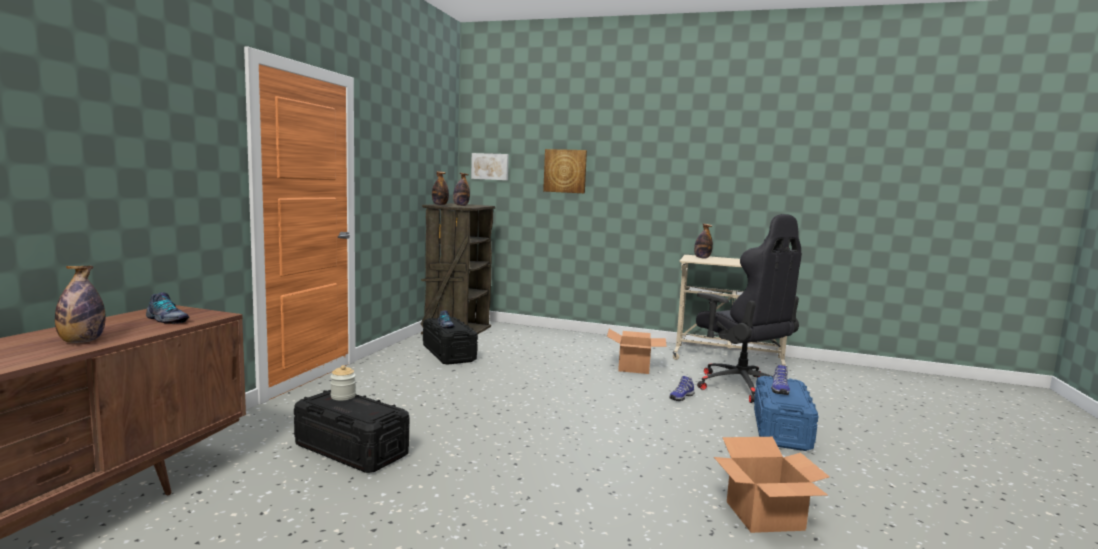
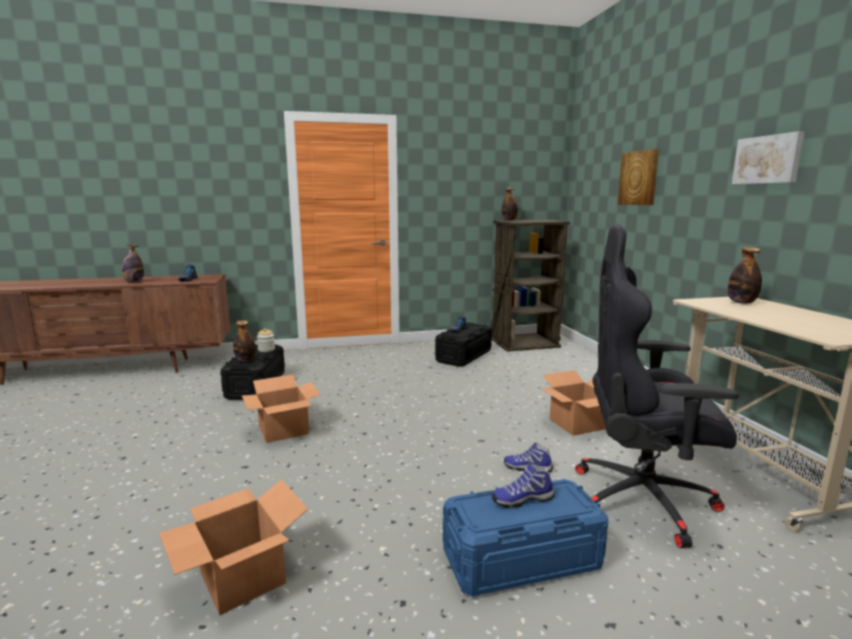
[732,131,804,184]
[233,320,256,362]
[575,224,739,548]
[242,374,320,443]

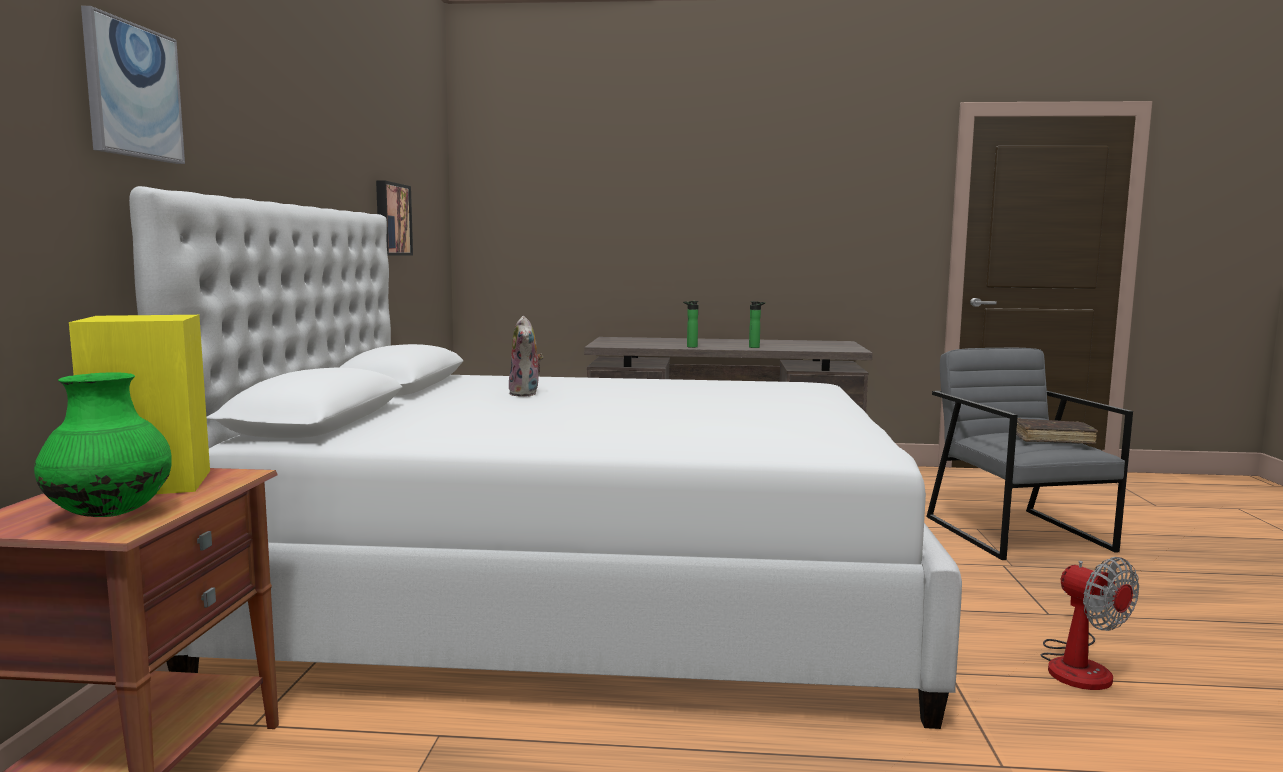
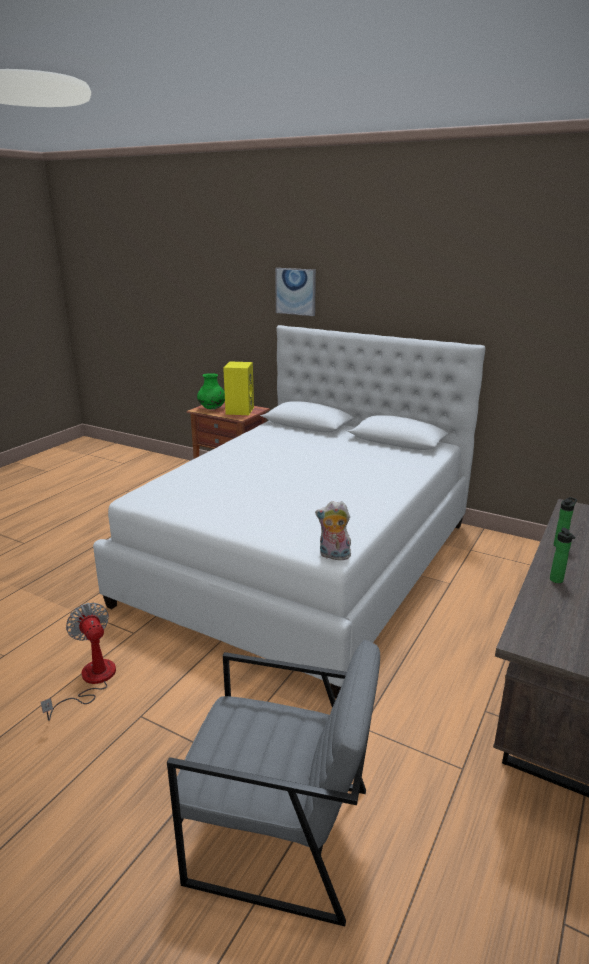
[376,181,413,256] (first image)
[315,501,353,560]
[1016,418,1098,444] (first image)
[41,602,116,721]

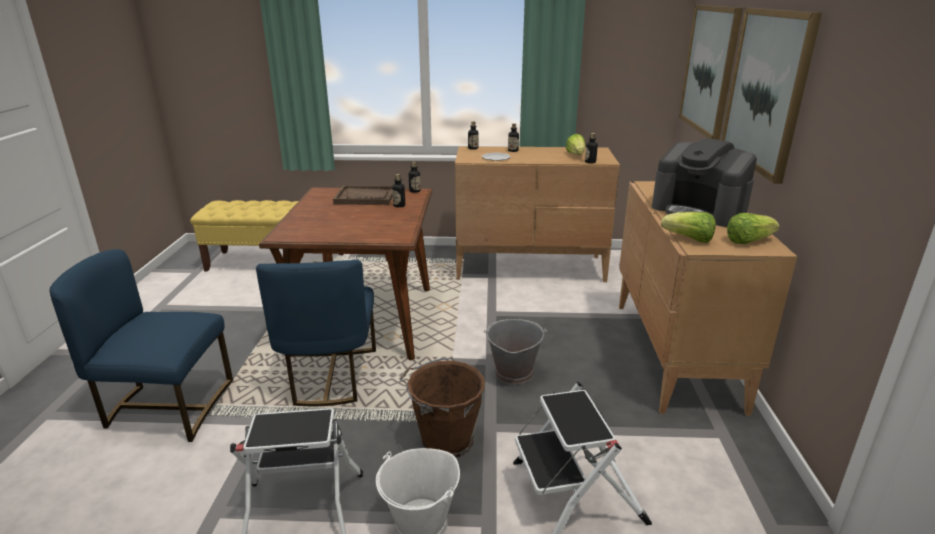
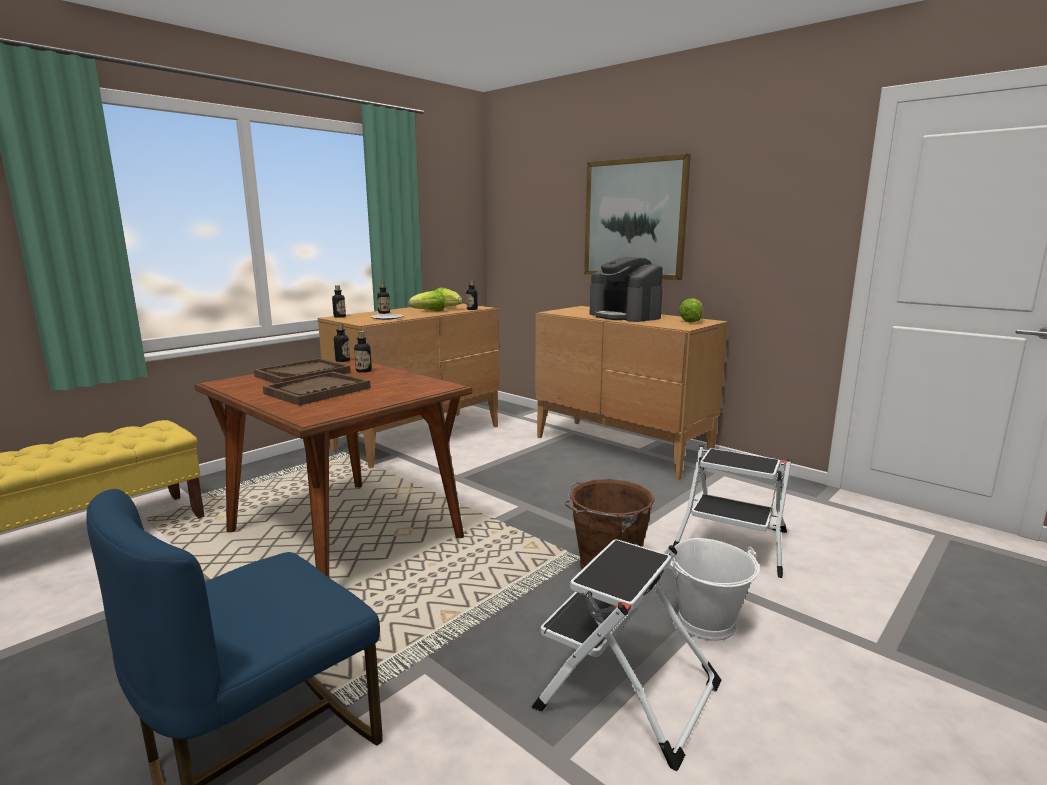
[679,5,743,140] (first image)
[590,257,663,322]
[408,290,445,312]
[256,260,376,406] (first image)
[484,319,547,385] (first image)
[263,372,371,406]

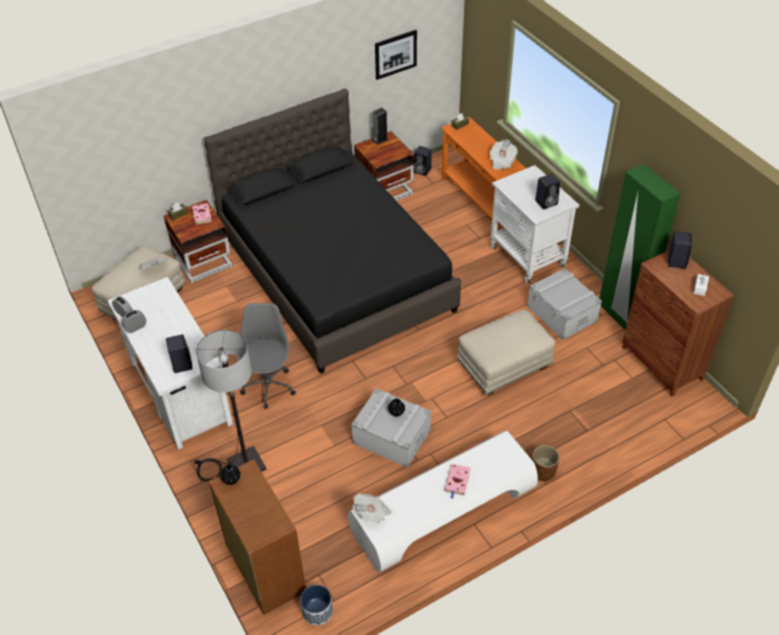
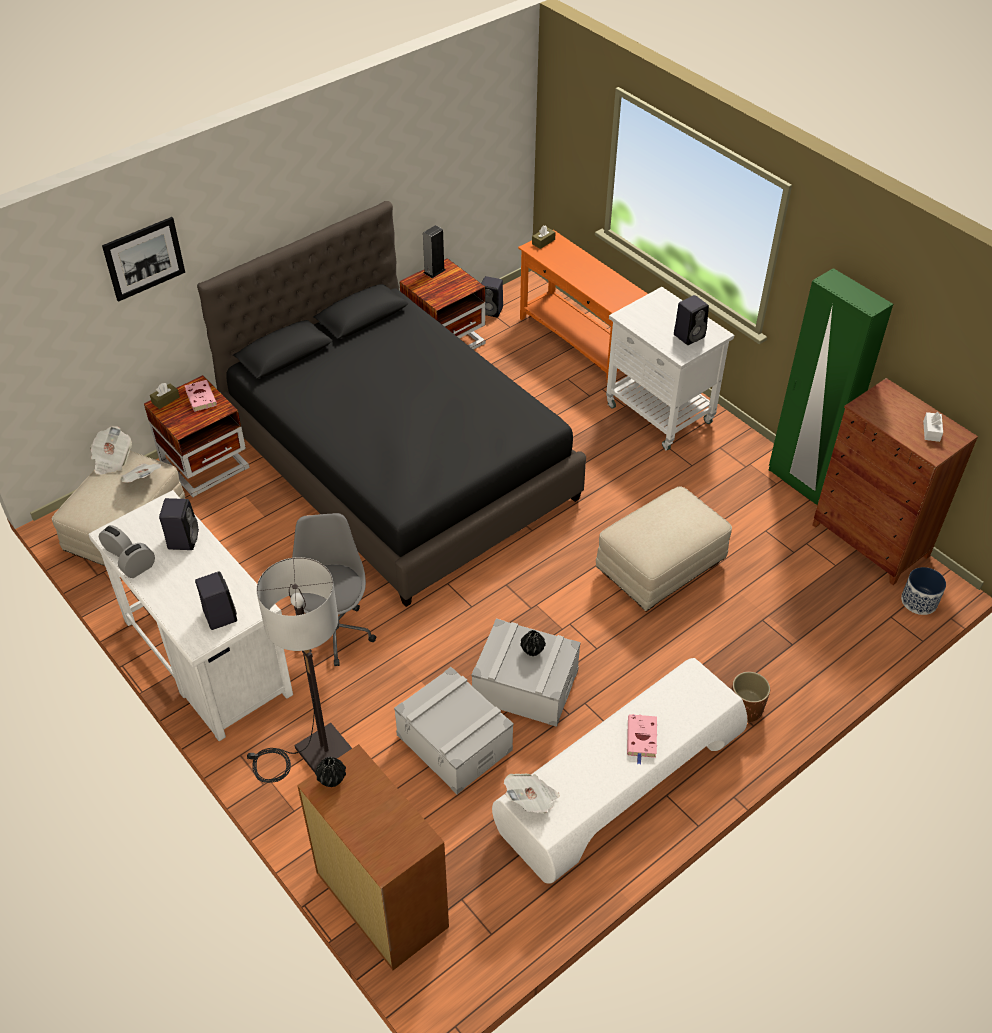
[102,217,185,302]
[90,426,132,474]
[159,498,199,550]
[394,667,514,794]
[901,567,946,615]

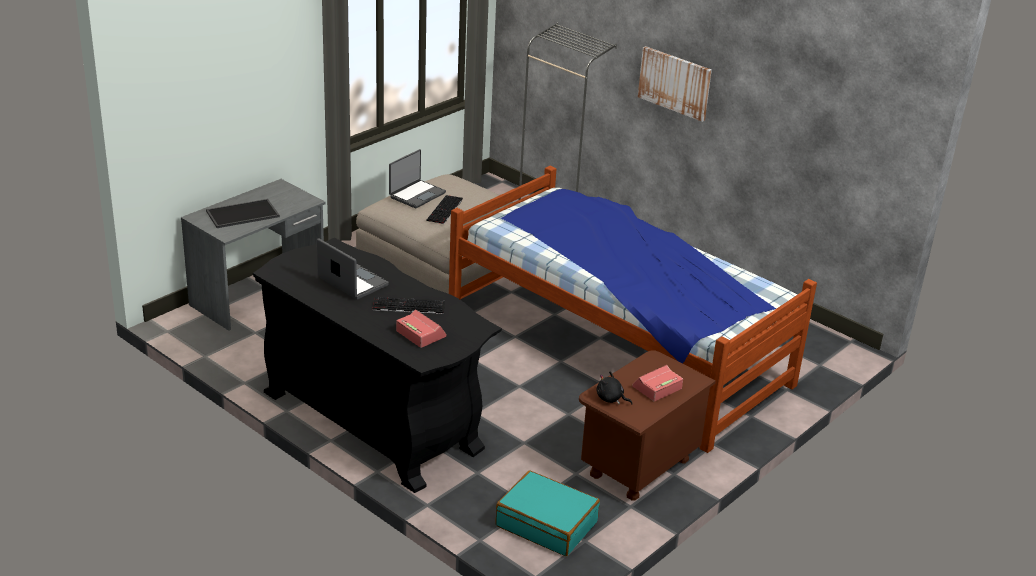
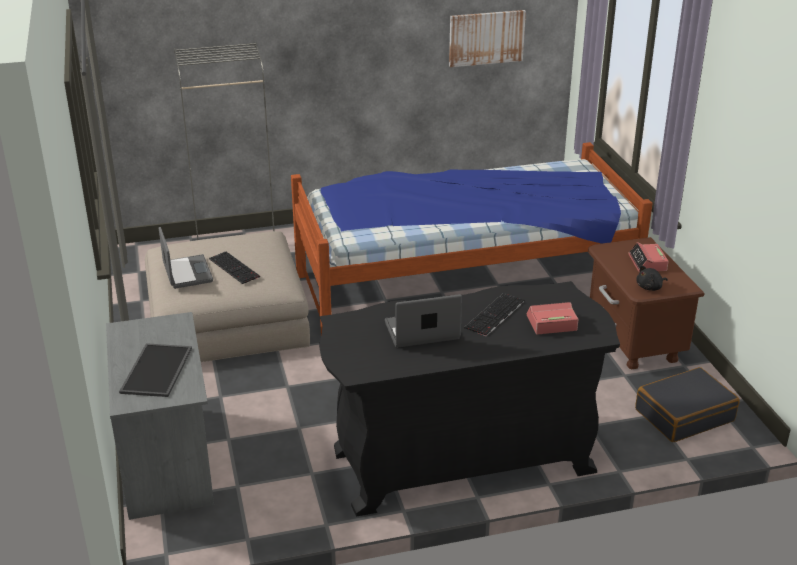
[449,10,526,67]
[635,367,740,442]

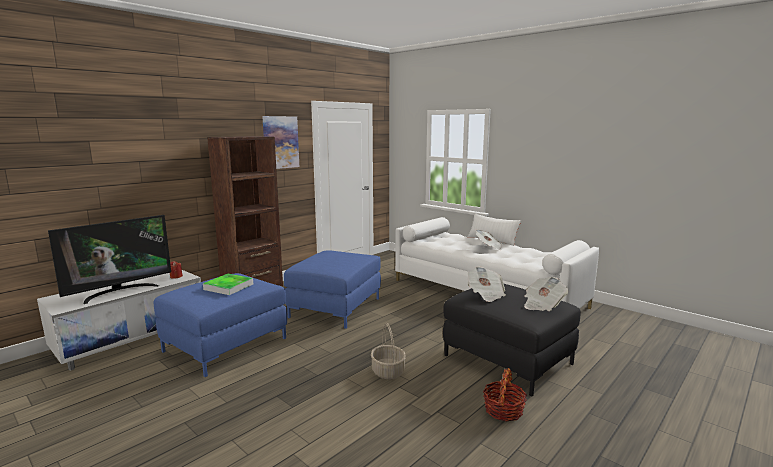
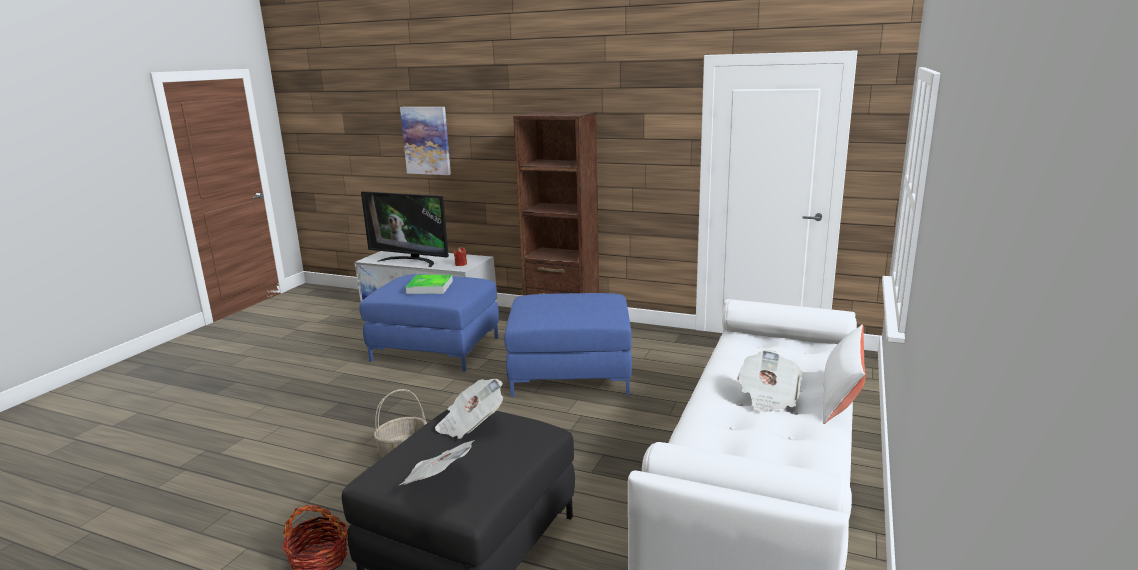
[400,107,451,175]

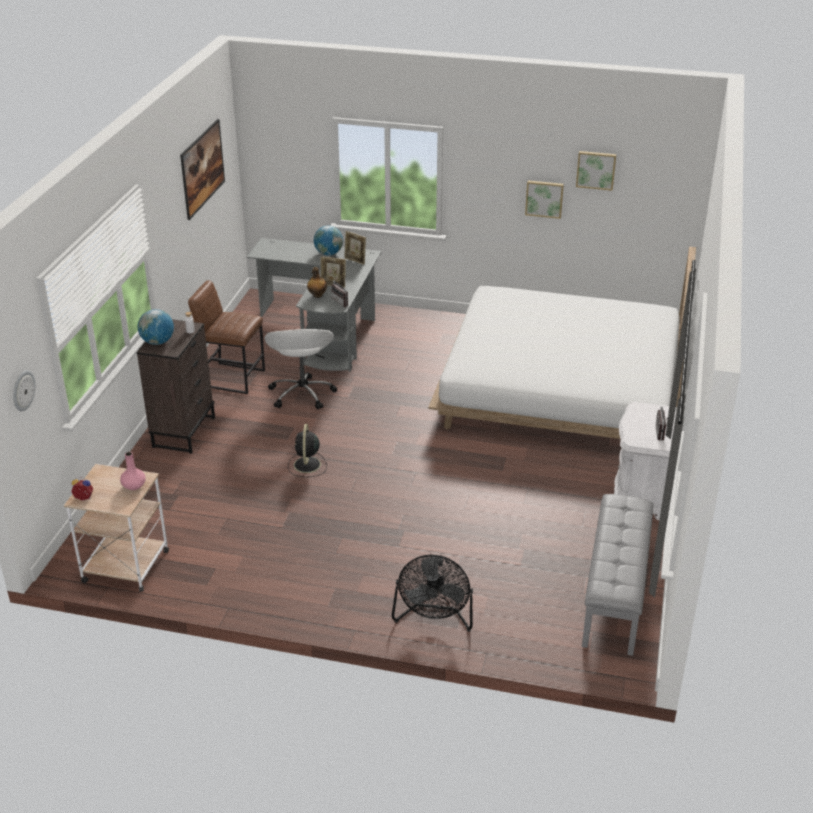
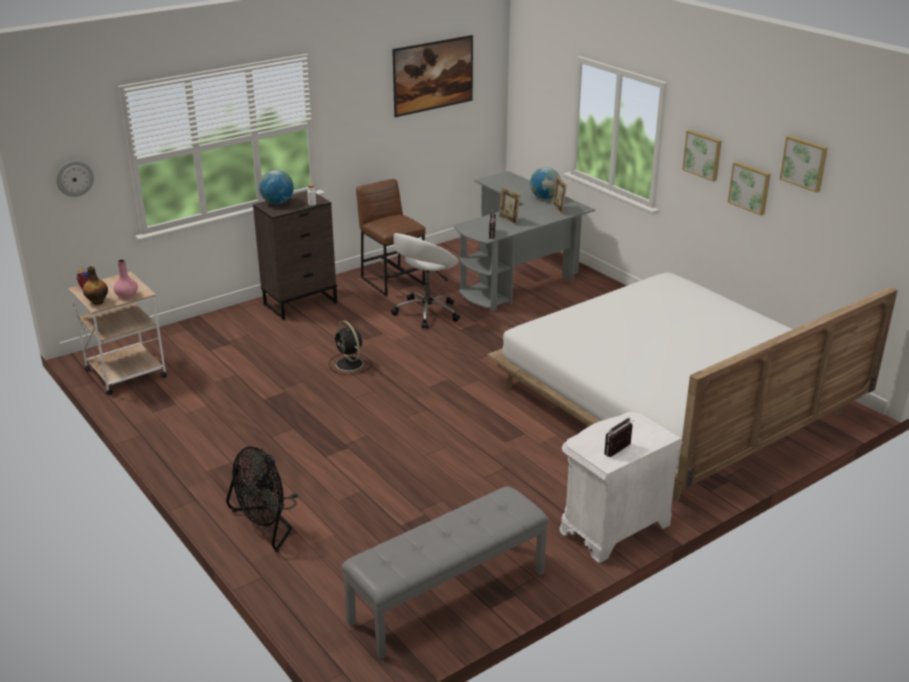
[83,266,108,305]
[329,320,372,375]
[682,130,722,182]

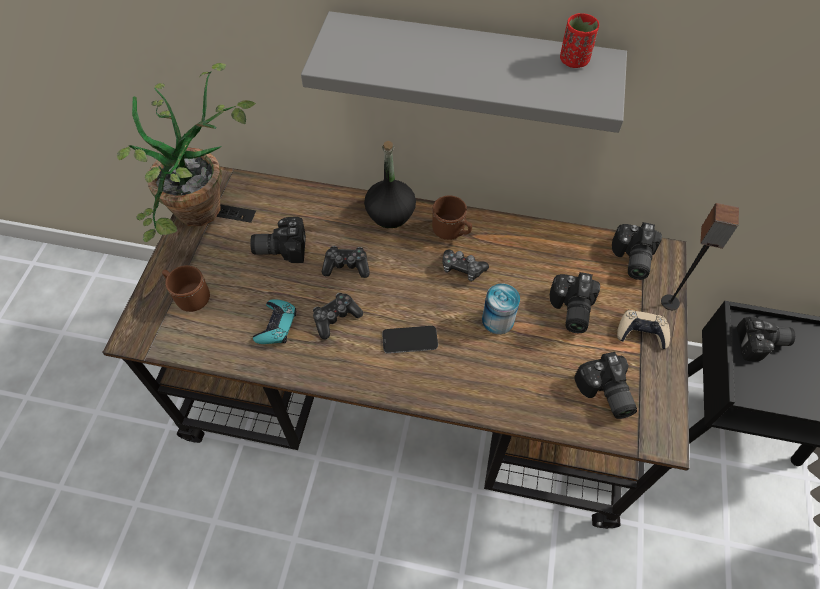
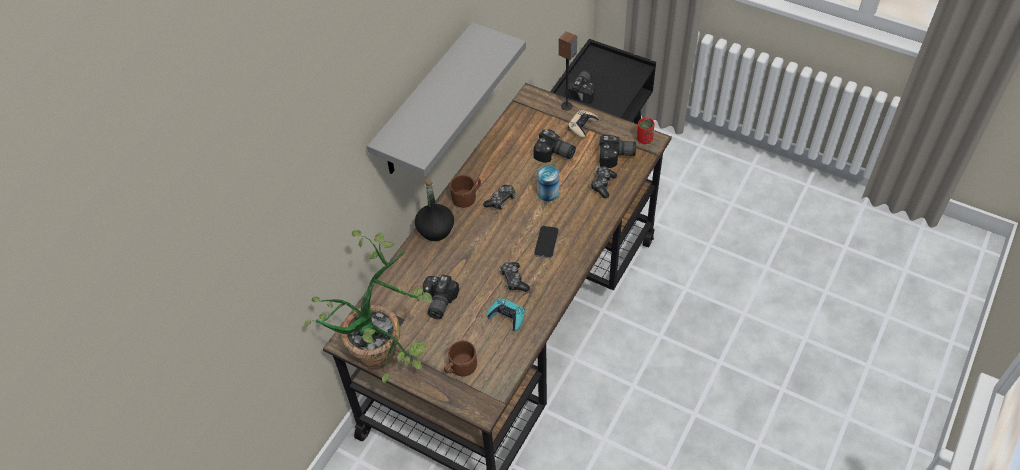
[637,118,655,144]
[612,222,662,280] (first image)
[590,166,617,198]

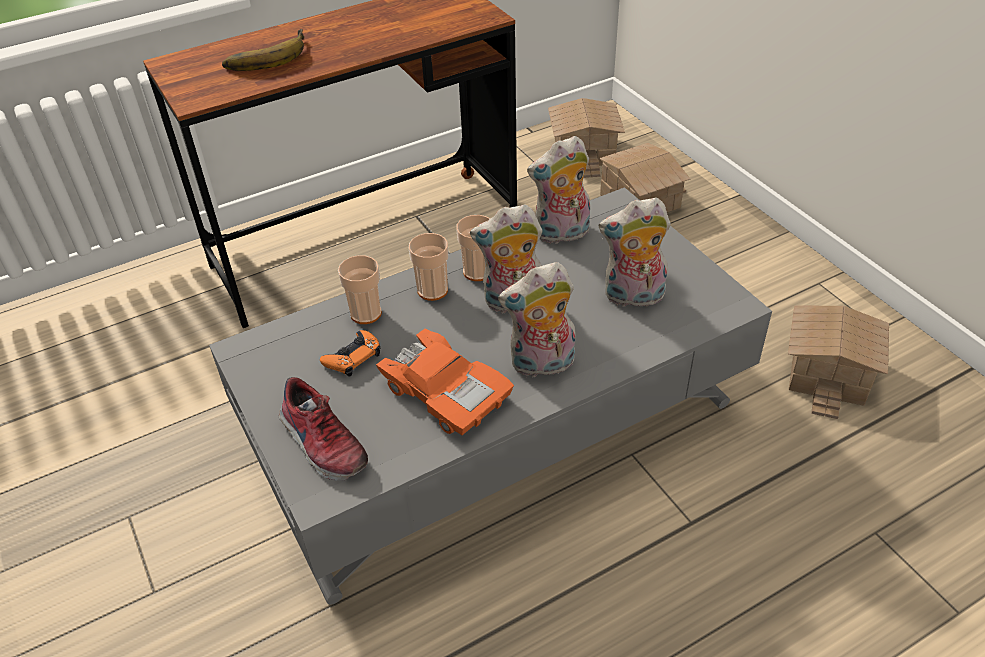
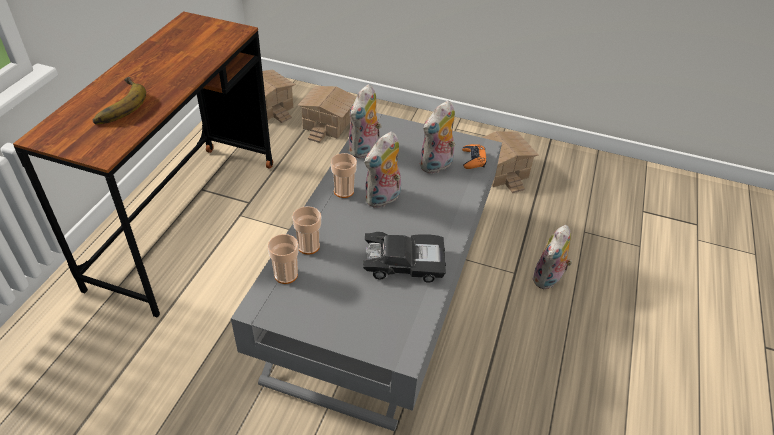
[268,234,299,284]
[532,225,572,290]
[363,232,446,283]
[462,144,487,169]
[278,377,368,481] (first image)

